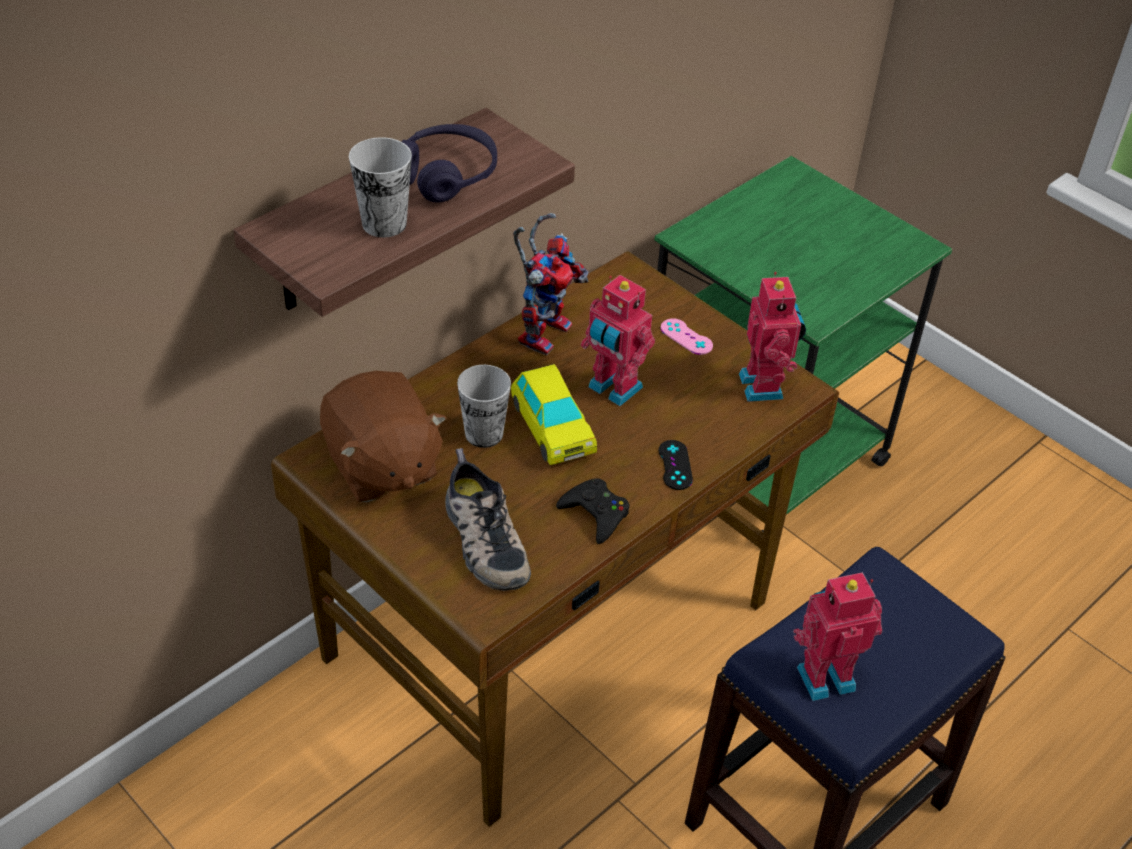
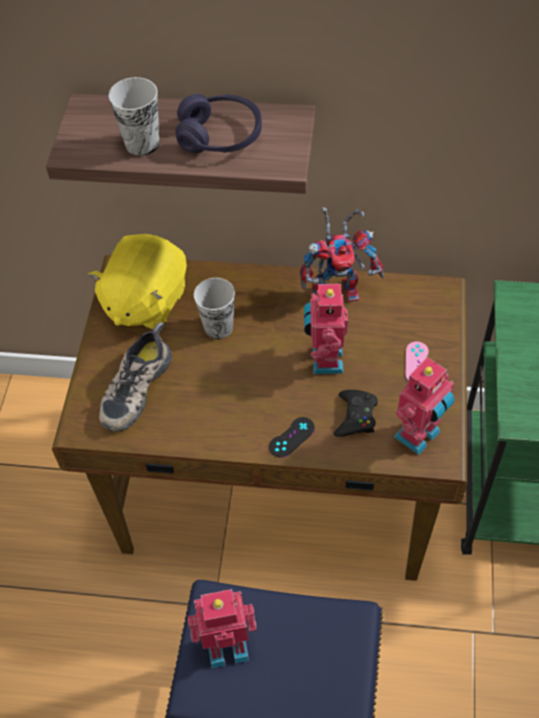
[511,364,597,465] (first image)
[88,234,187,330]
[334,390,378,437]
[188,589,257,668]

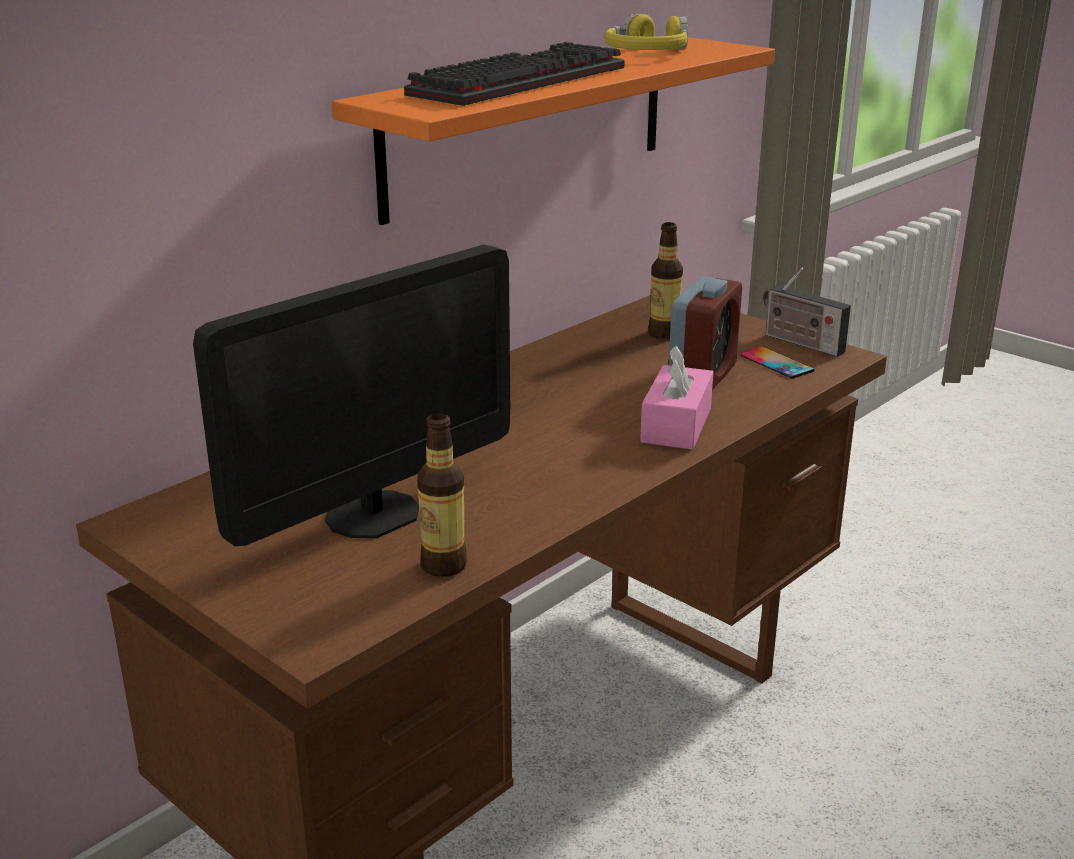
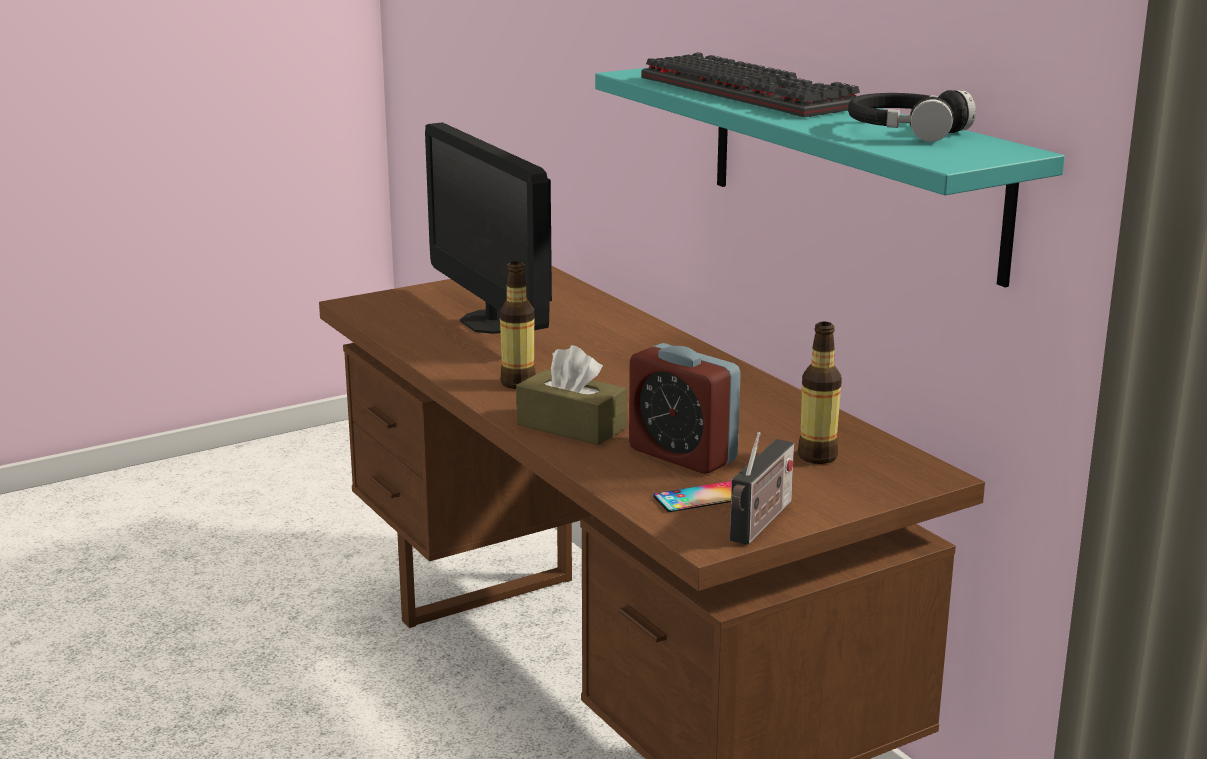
[848,90,976,142]
[595,67,1065,287]
[730,432,794,545]
[516,345,627,445]
[500,261,536,389]

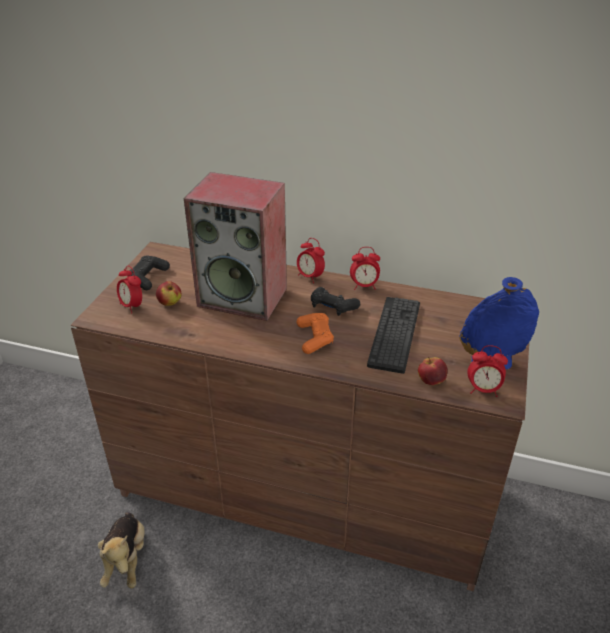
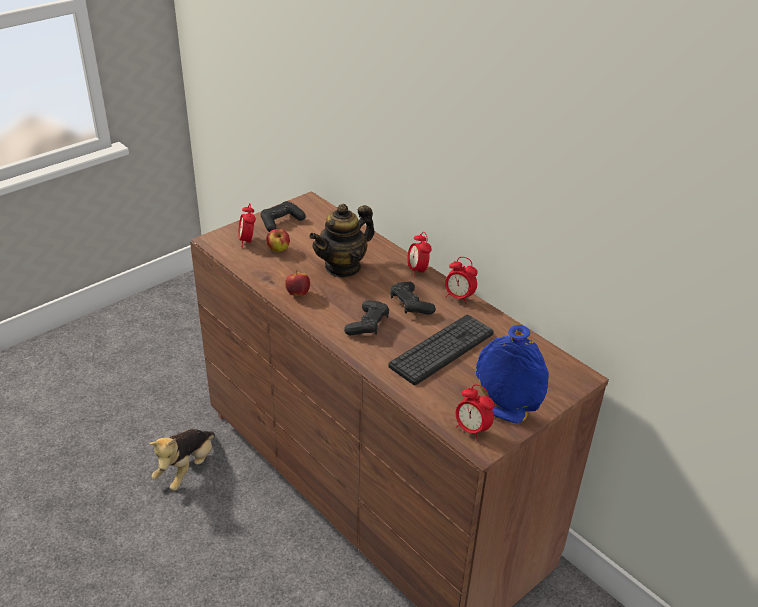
[309,204,375,278]
[344,300,389,335]
[285,270,310,296]

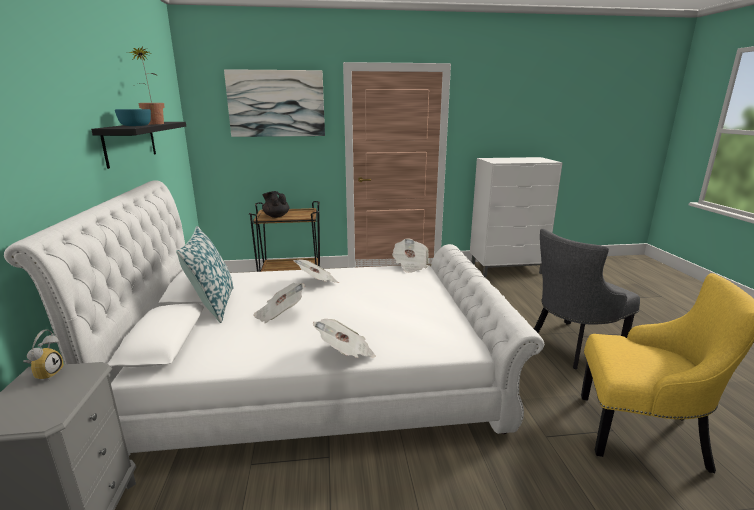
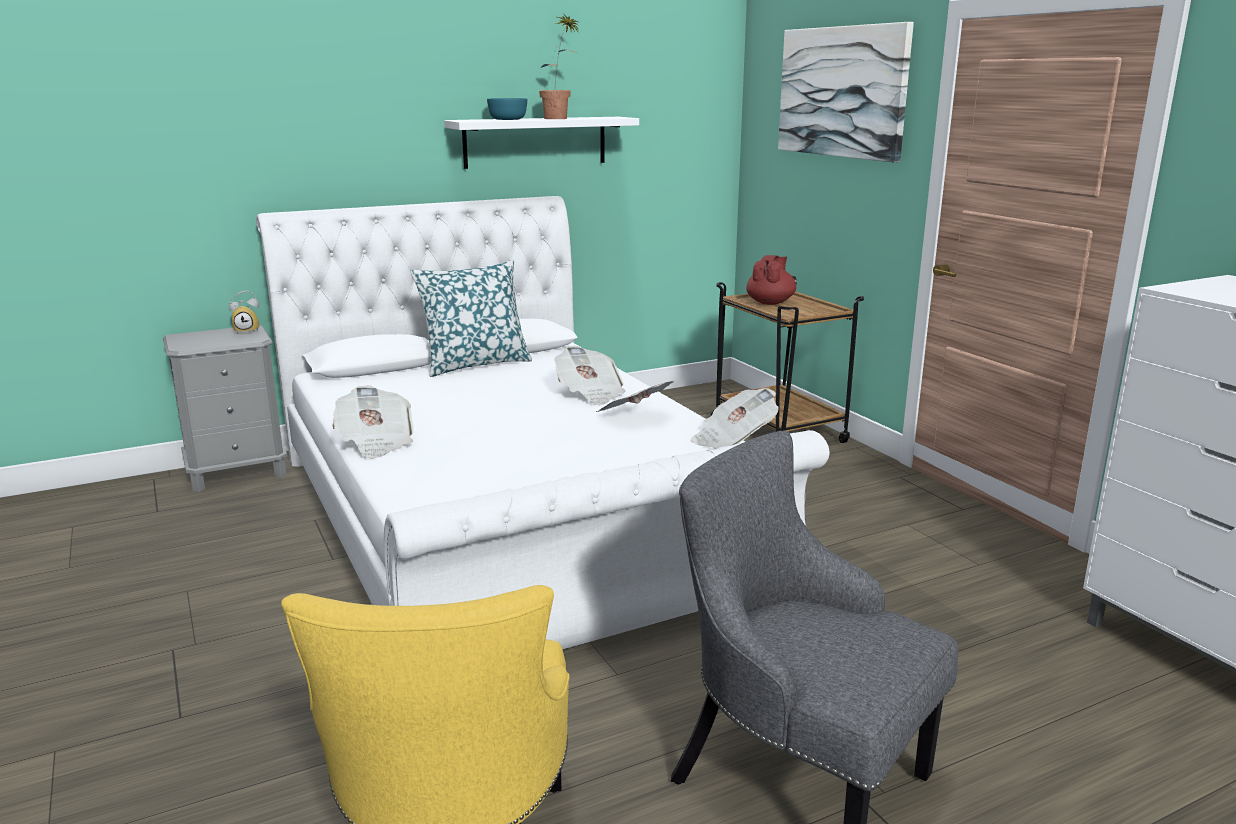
[444,117,639,169]
[746,255,796,305]
[596,381,674,412]

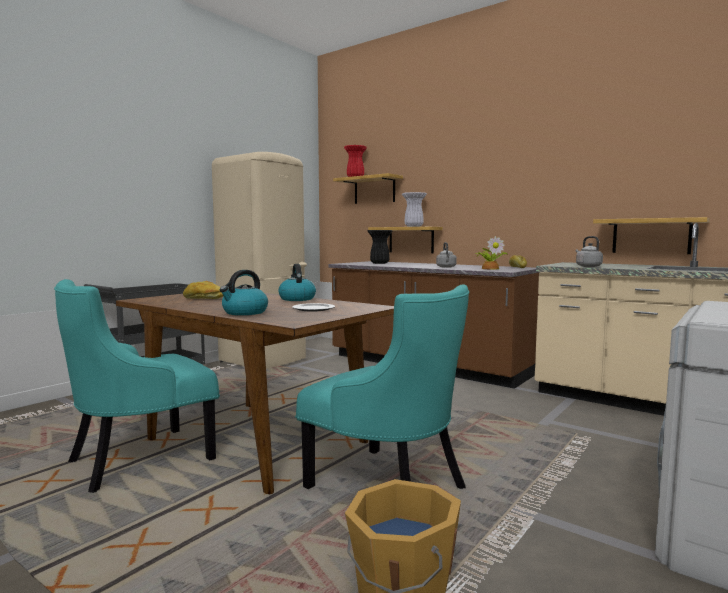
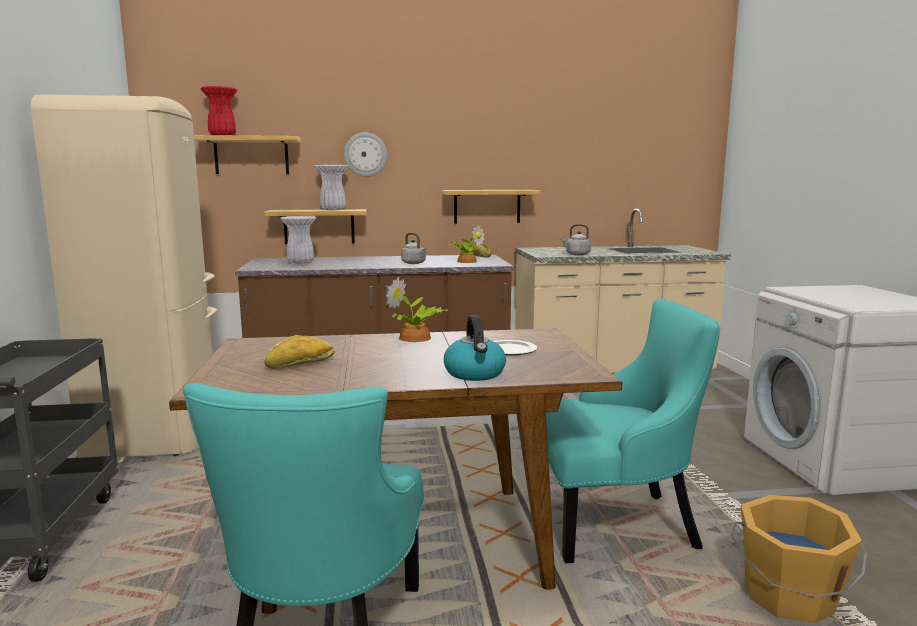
[442,190,541,224]
[280,216,316,264]
[386,276,448,342]
[344,132,387,177]

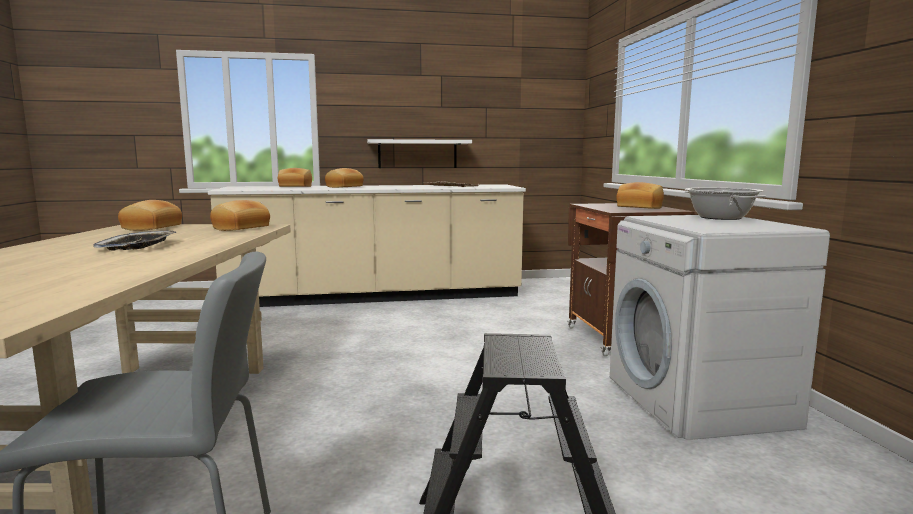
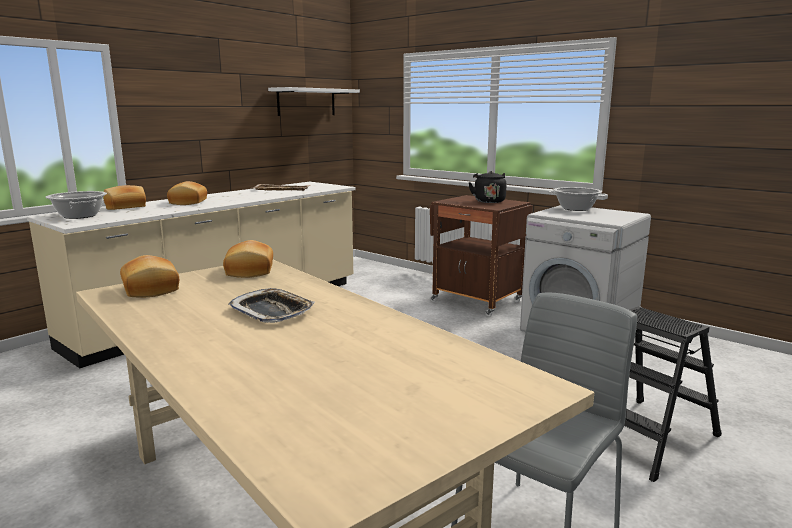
[268,87,360,116]
[468,171,507,203]
[46,191,107,219]

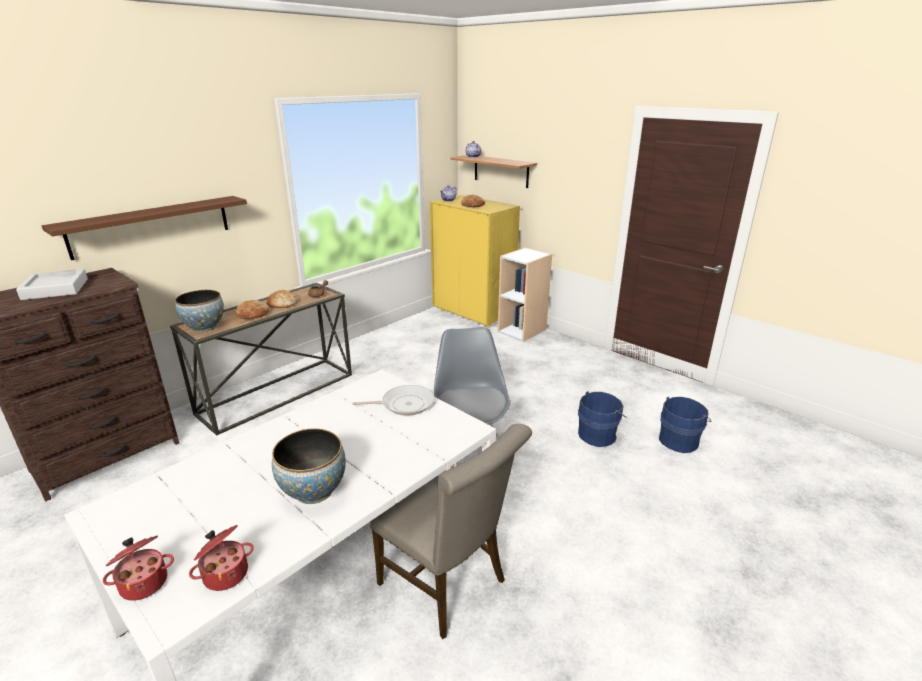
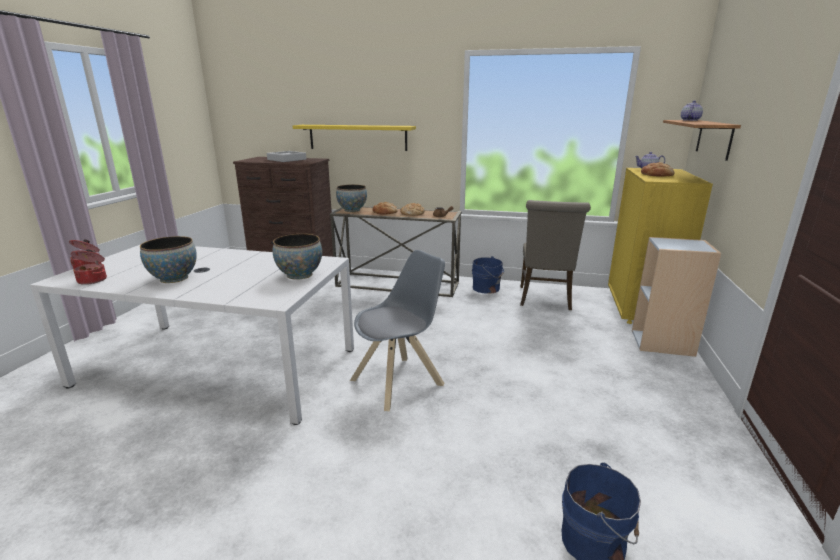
[293,125,416,151]
[273,234,322,280]
[472,256,504,294]
[520,200,591,310]

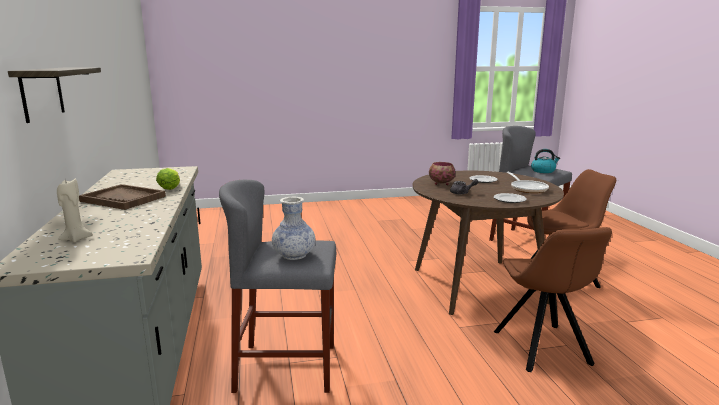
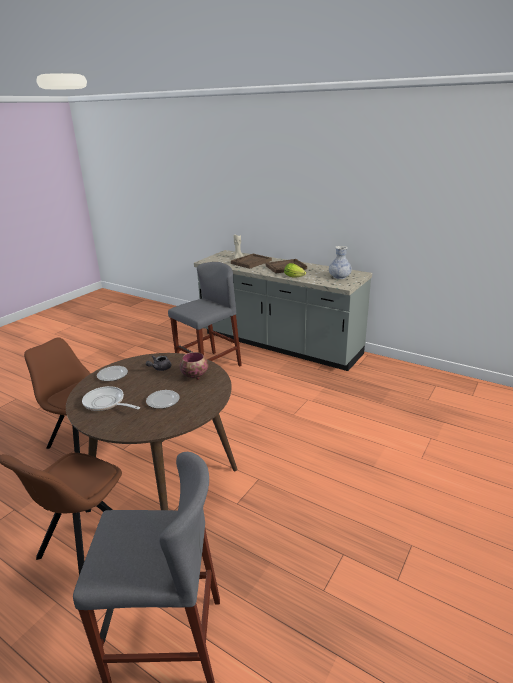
[8,67,101,123] (first image)
[531,149,560,173] (first image)
[329,246,352,279]
[231,254,272,269]

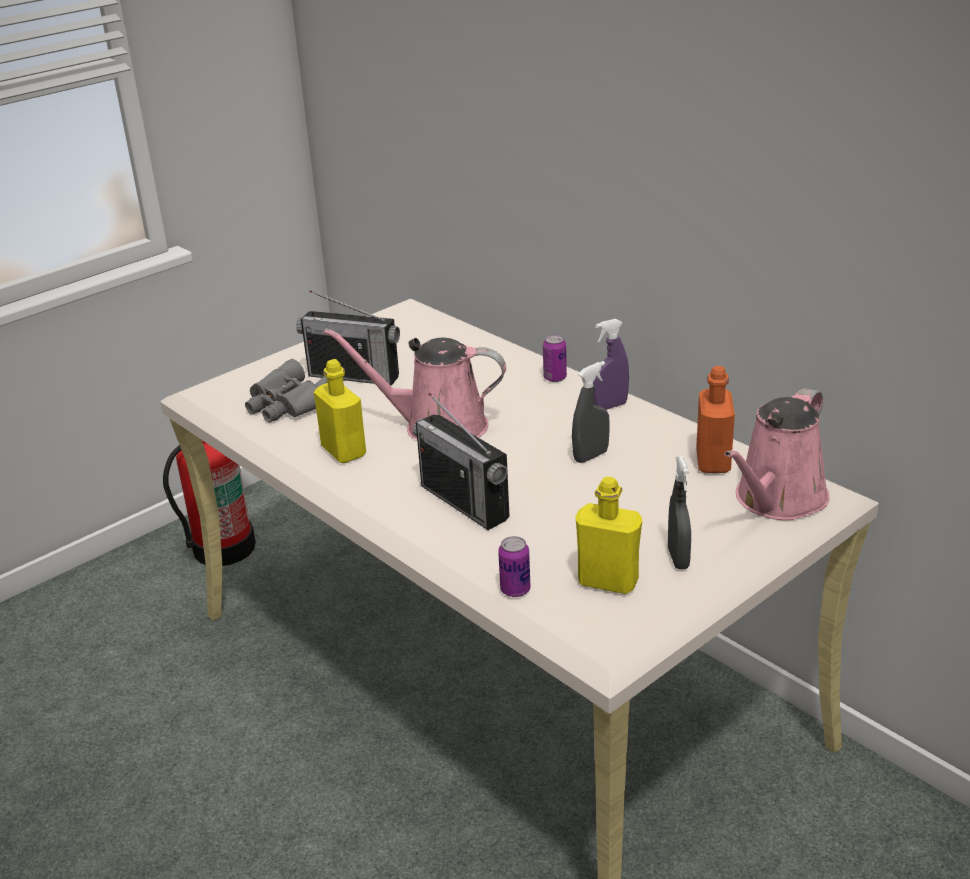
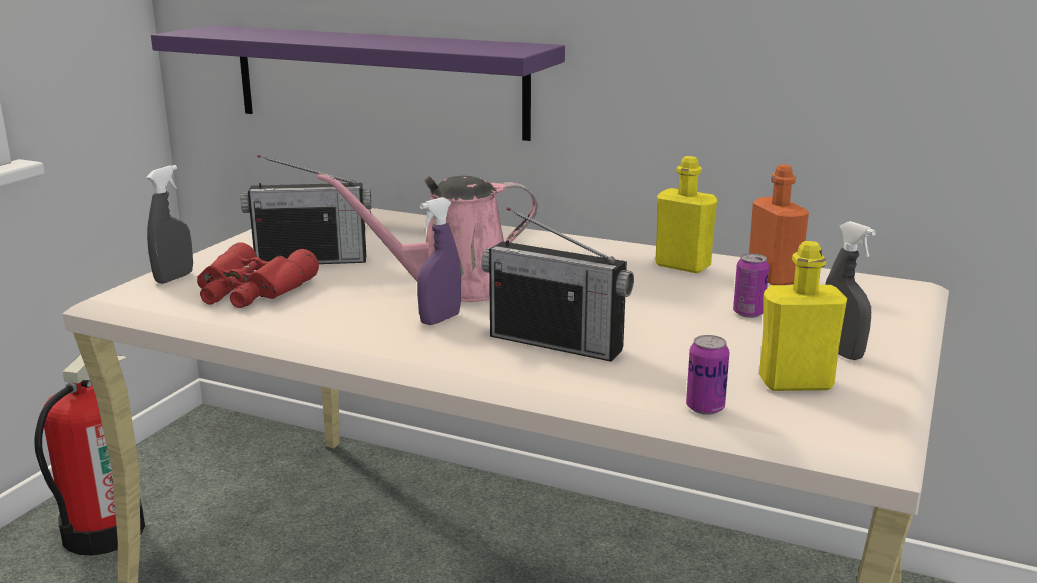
[417,197,461,325]
[733,253,769,318]
[197,242,319,308]
[655,156,717,273]
[146,165,193,284]
[724,388,830,520] (first image)
[151,25,565,141]

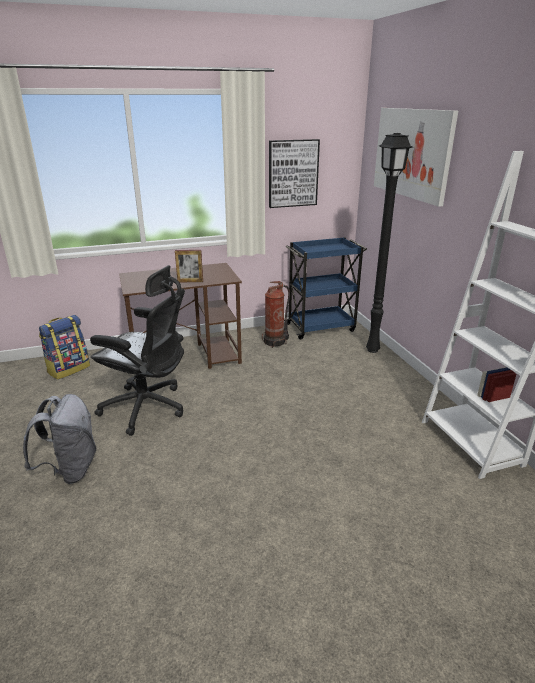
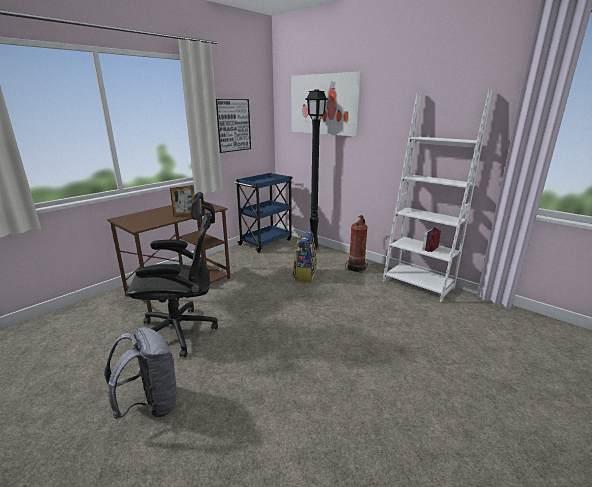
[345,215,368,273]
[293,230,317,282]

